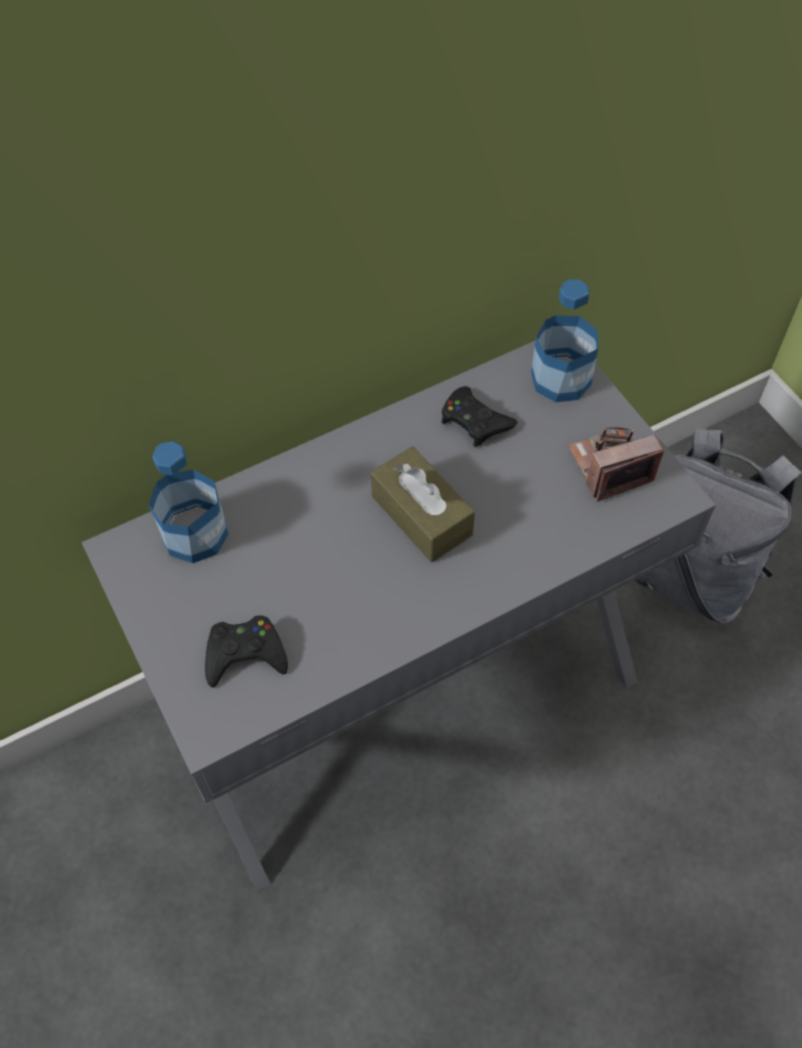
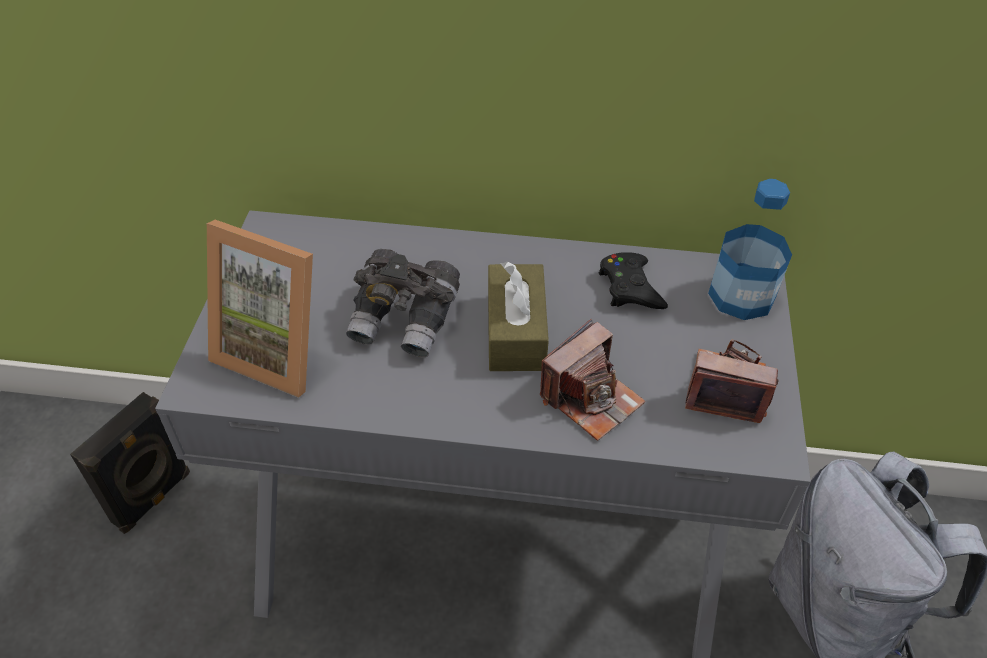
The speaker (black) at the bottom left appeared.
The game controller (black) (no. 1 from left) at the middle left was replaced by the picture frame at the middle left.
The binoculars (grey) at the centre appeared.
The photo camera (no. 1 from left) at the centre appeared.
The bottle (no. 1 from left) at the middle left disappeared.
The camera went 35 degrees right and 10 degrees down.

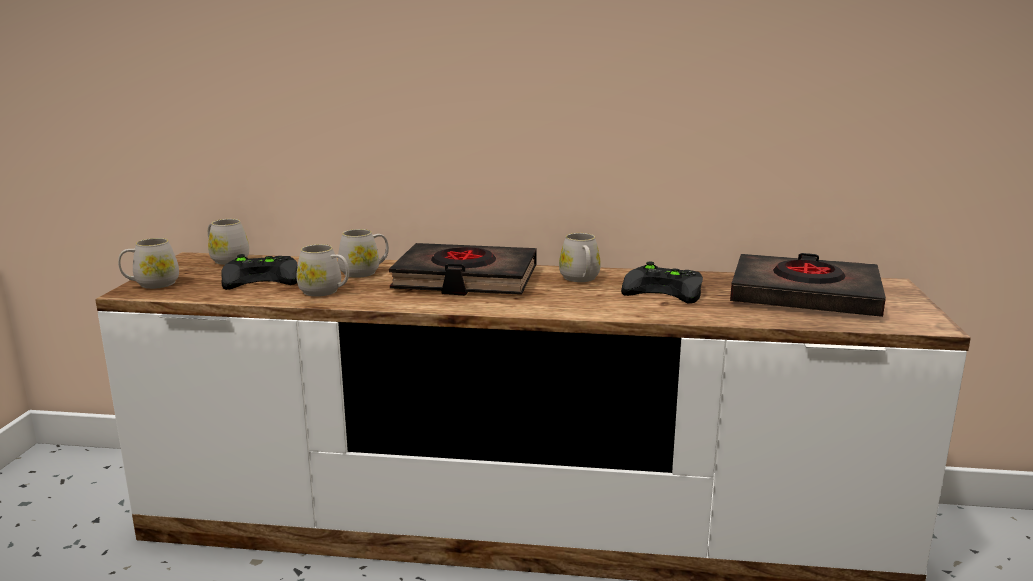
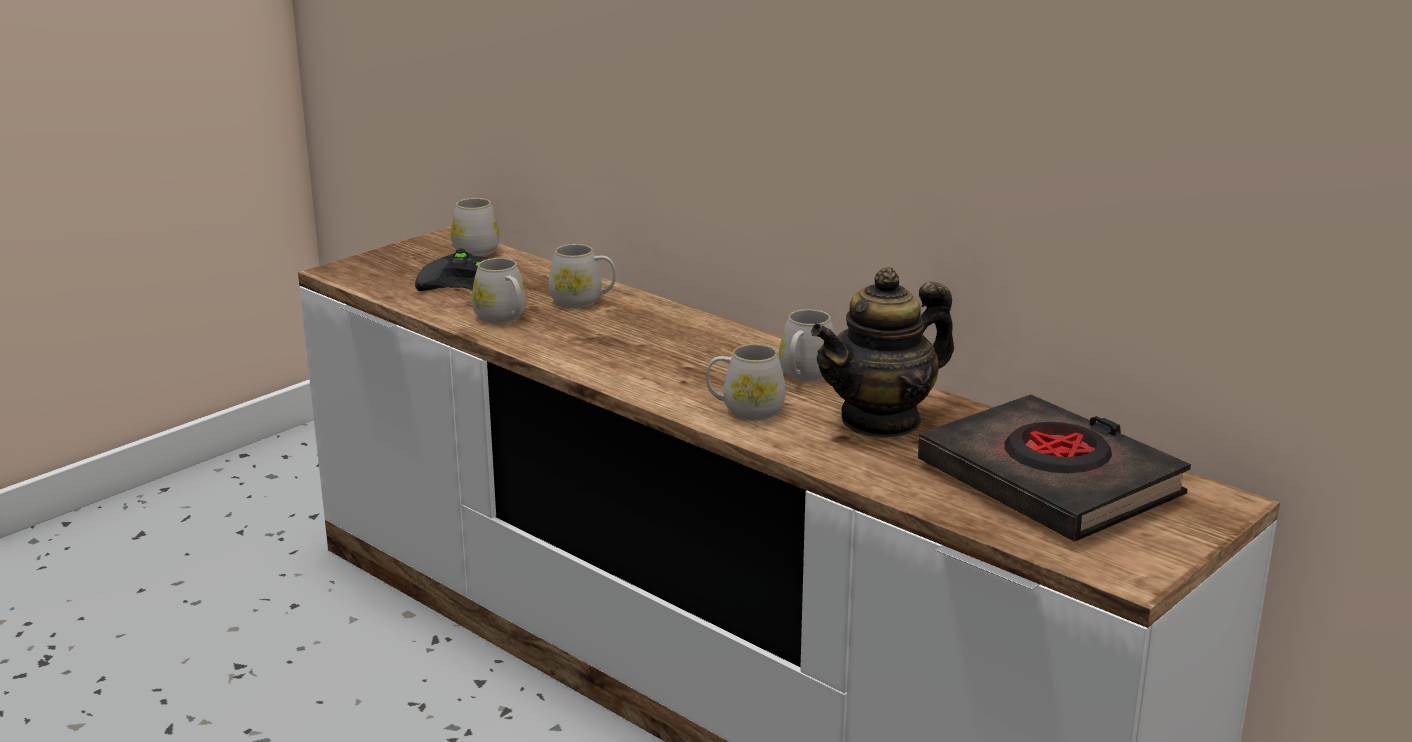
The mug (white) (no. 1 from left in the first image) moved from the middle left to the centre.
The game controller (black) (no. 2 from left) at the centre was replaced by the teapot at the centre.
The book (black) (no. 1 from left) at the centre disappeared.
The camera went 35 degrees right and 5 degrees up.

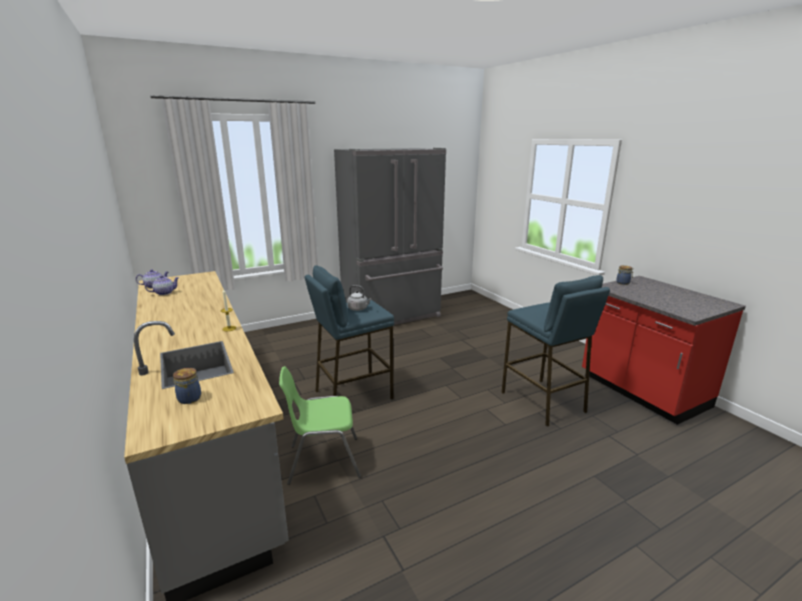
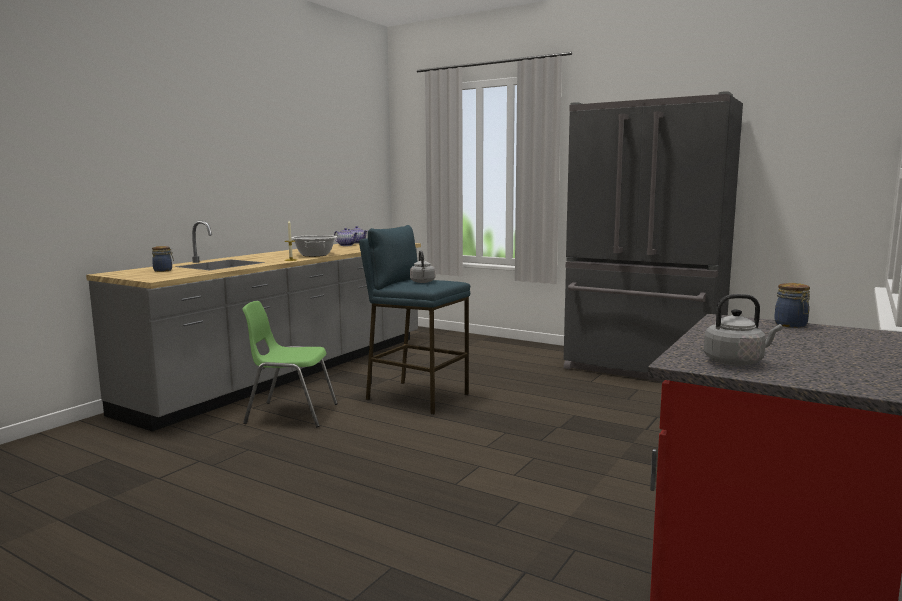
The chair (green) at the bottom centre turned 45 degrees counterclockwise.
The cooking pot at the centre appeared.
The kettle (grey) (no. 2 from left) at the middle right appeared.
The stool (blue) (no. 2 from left) at the middle right disappeared.
The camera went 60 degrees right and 10 degrees down.

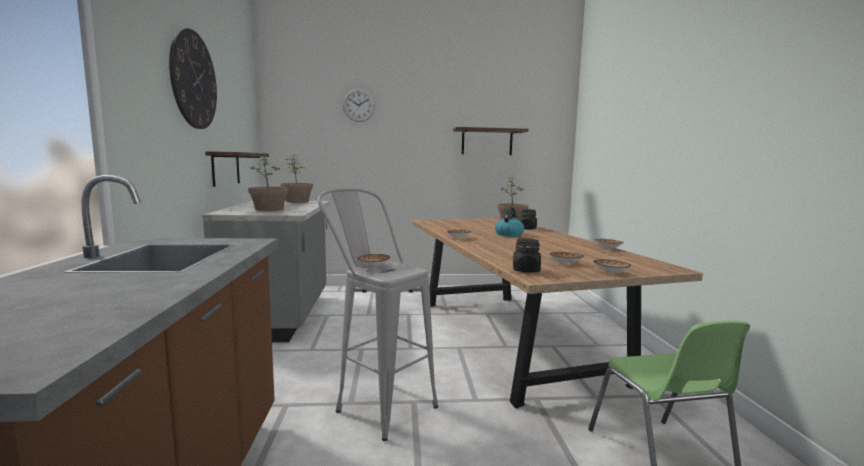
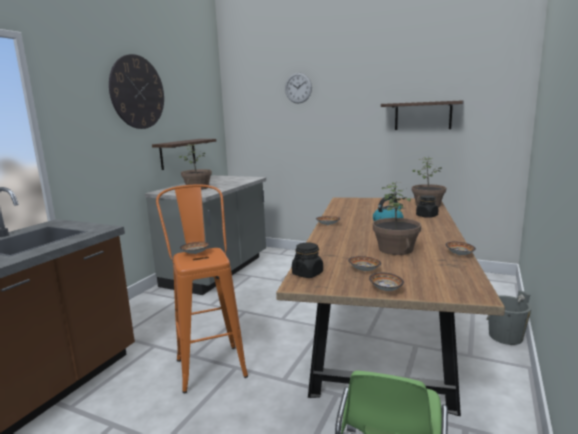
The stool (grey) at the bottom centre became the stool (orange) at the centre.
The potted plant (no. 2 from left) moved from the centre to the middle right.
The bucket (grey) at the bottom right appeared.
The camera went 30 degrees right and 5 degrees up.

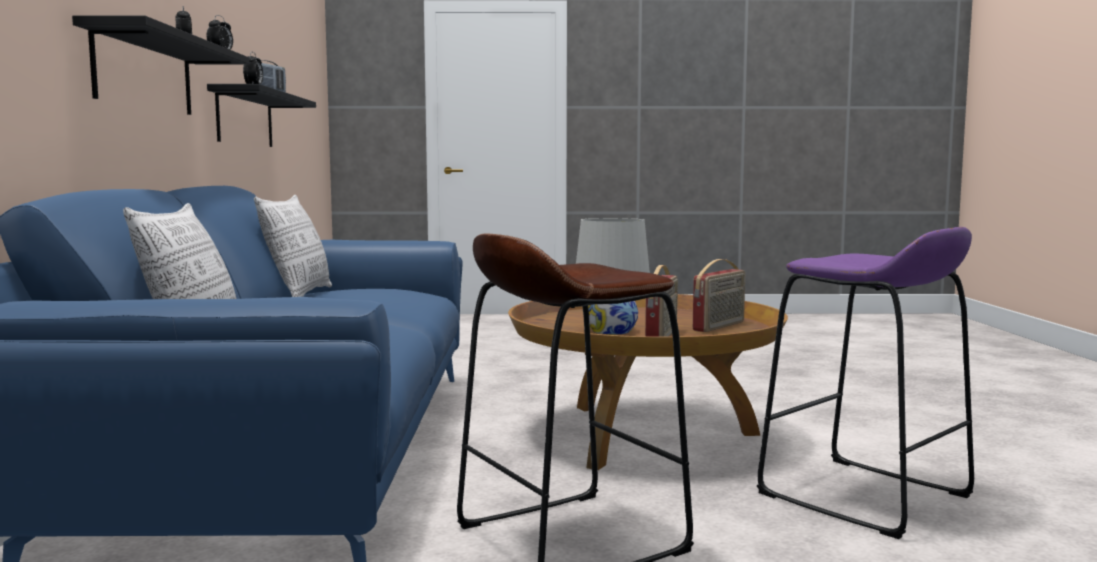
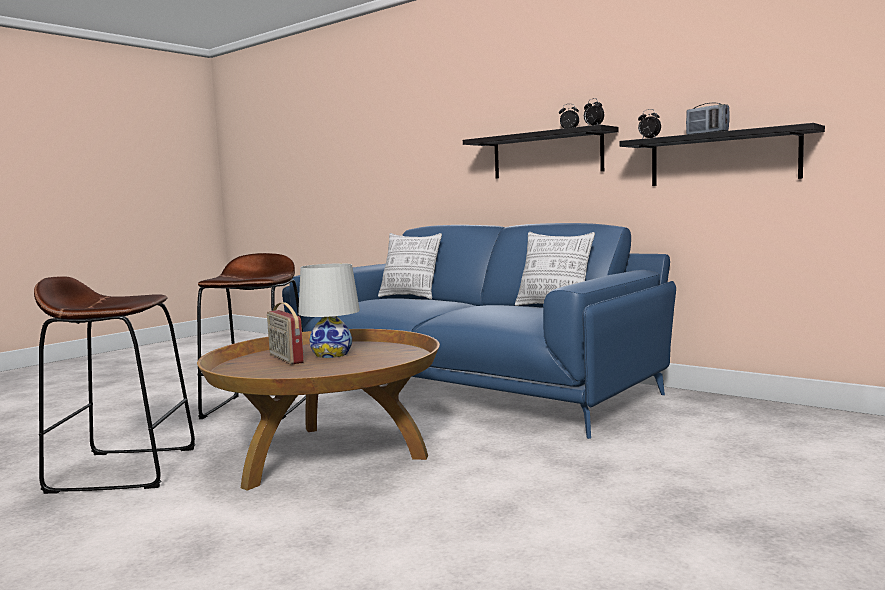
The stool (purple) at the bottom right became the stool (brown) (no. 1 from left) at the middle left.
The radio (no. 3 from left) at the centre disappeared.
The camera went 130 degrees right and 0 degrees up.

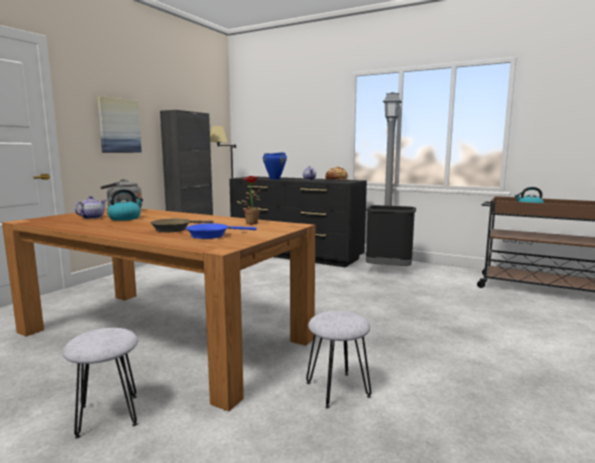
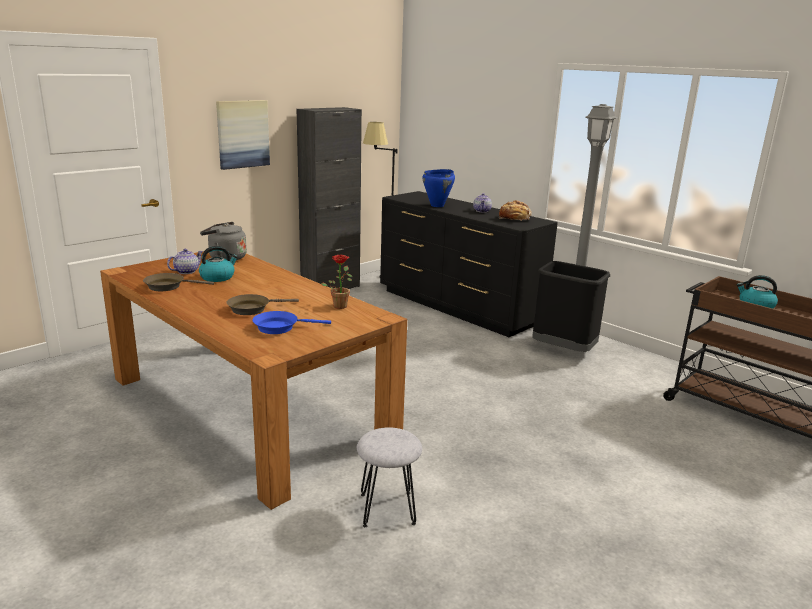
The frying pan (brown) (no. 1 from left) at the middle left appeared.
The stool (grey) (no. 1 from left) at the bottom left disappeared.
The camera went 15 degrees right and 10 degrees up.

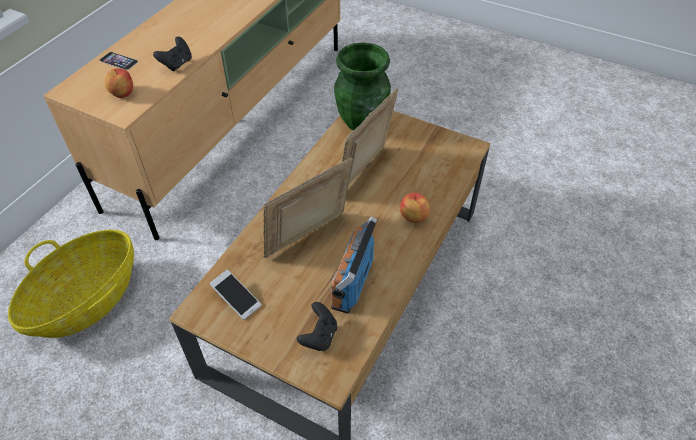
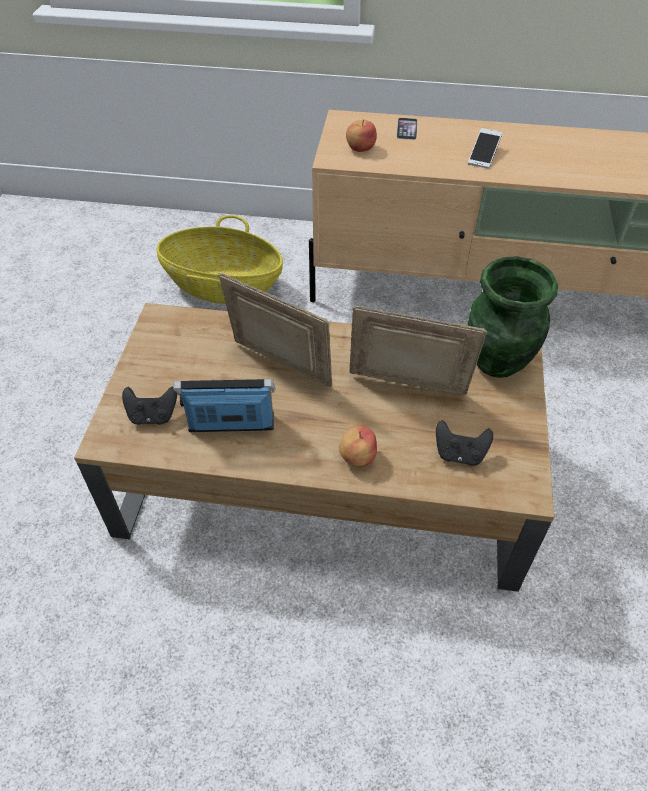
The game controller (black) (no. 1 from left in the first image) moved from the top left to the middle right.
The phone (no. 2 from left) moved from the bottom centre to the top right.
The camera went 70 degrees right and 0 degrees up.

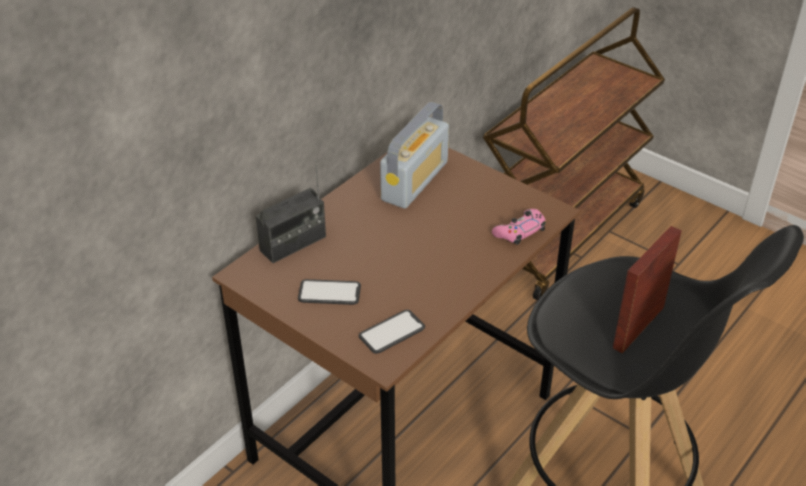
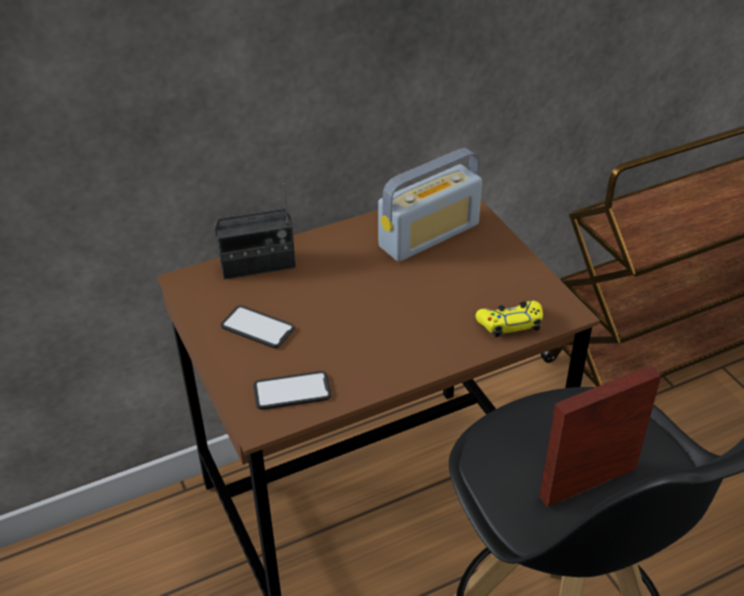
The game controller (pink) at the centre became the game controller (yellow) at the middle right.
The camera went 25 degrees right and 0 degrees up.

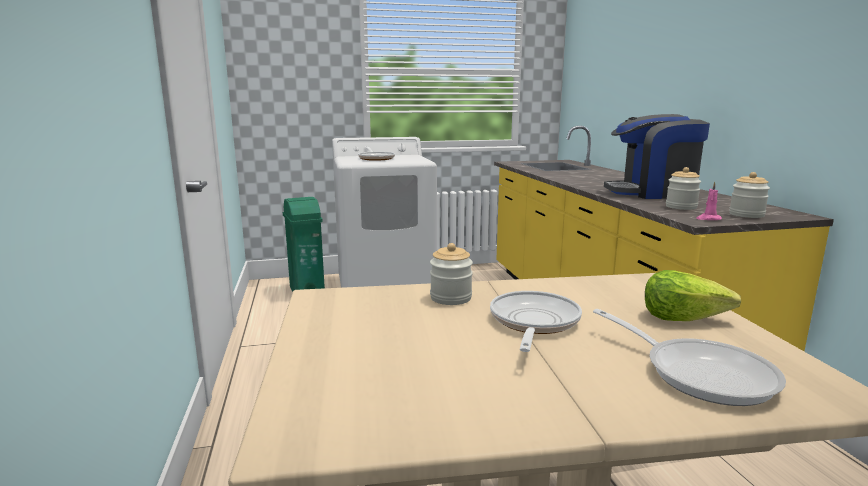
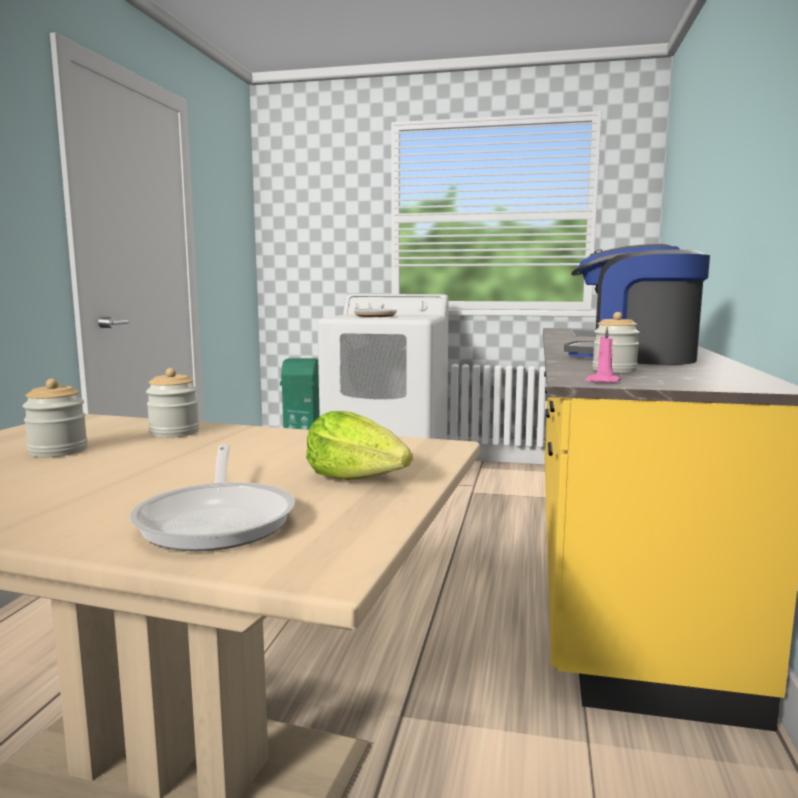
The jar (no. 3 from left in the first image) moved from the middle right to the middle left.
The frying pan (no. 2 from left) at the centre disappeared.
The camera went 25 degrees right and 5 degrees down.

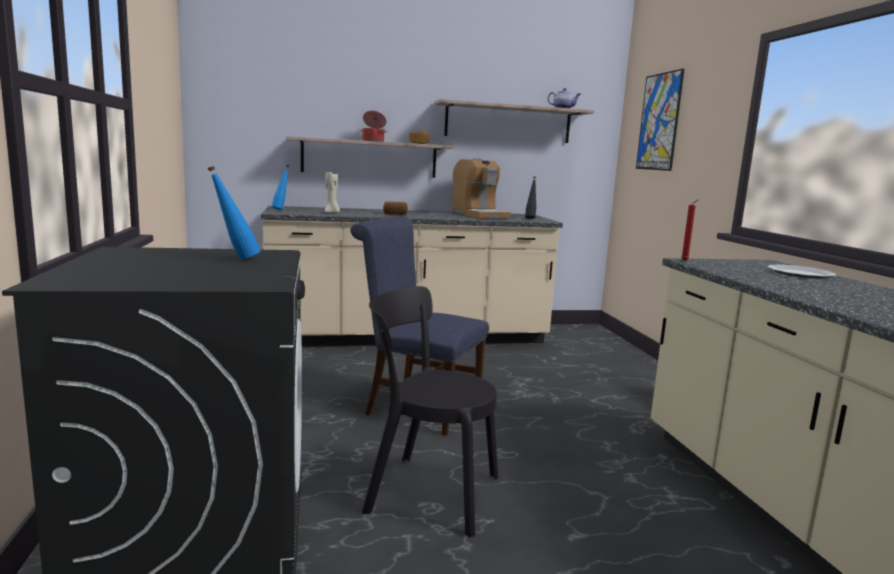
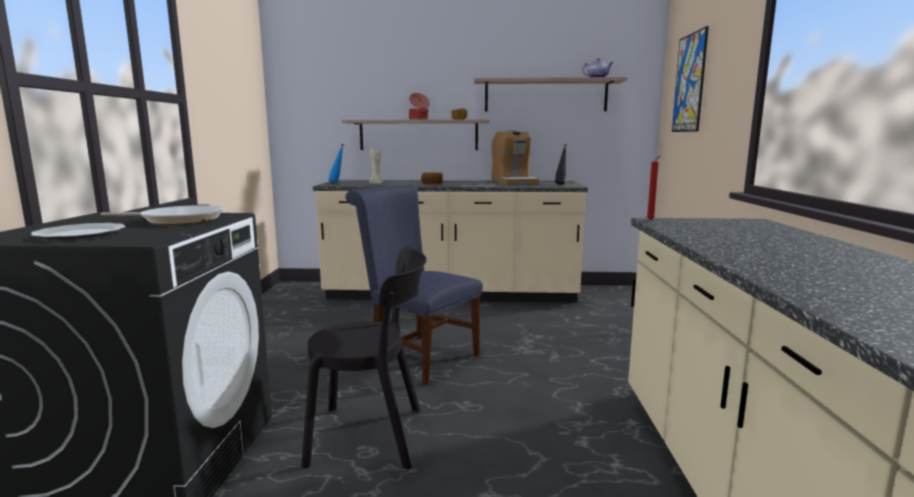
The plate moved from the middle right to the middle left.
The bottle (blue) (no. 1 from left) at the middle left was replaced by the frying pan at the middle left.
The chair (black) at the bottom centre turned 150 degrees clockwise.
The camera went 15 degrees right and 0 degrees up.

